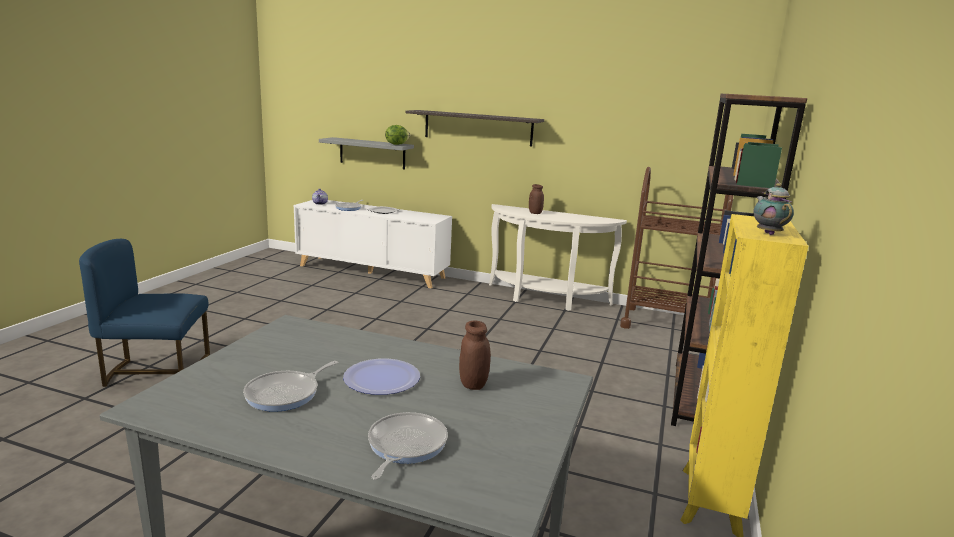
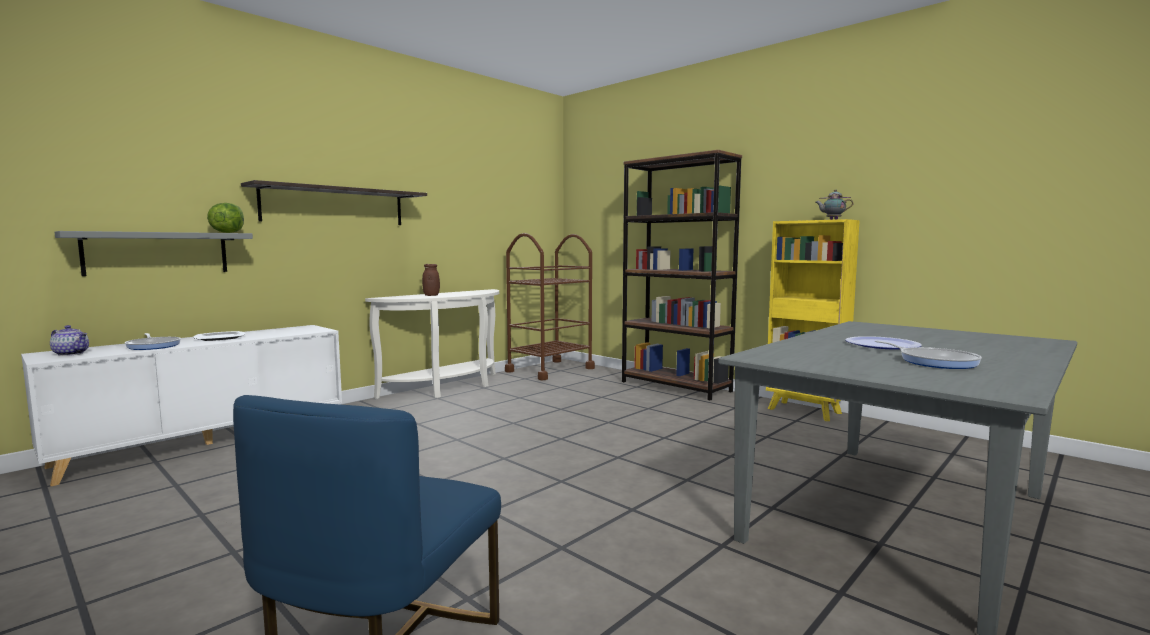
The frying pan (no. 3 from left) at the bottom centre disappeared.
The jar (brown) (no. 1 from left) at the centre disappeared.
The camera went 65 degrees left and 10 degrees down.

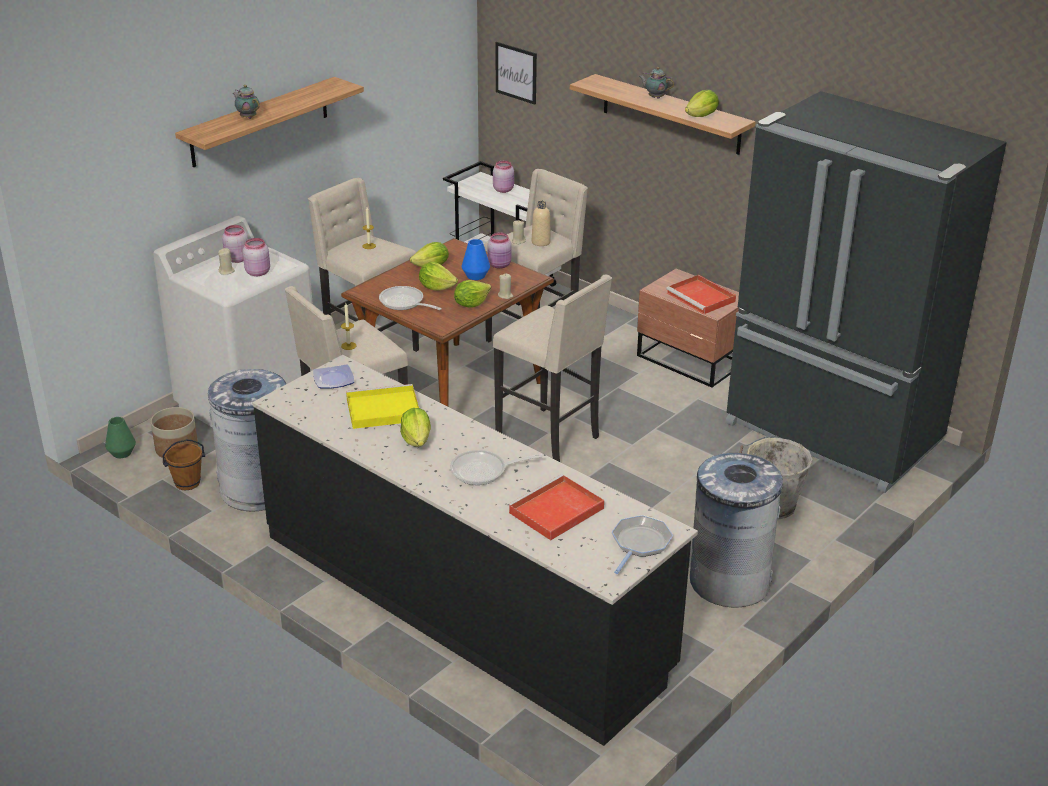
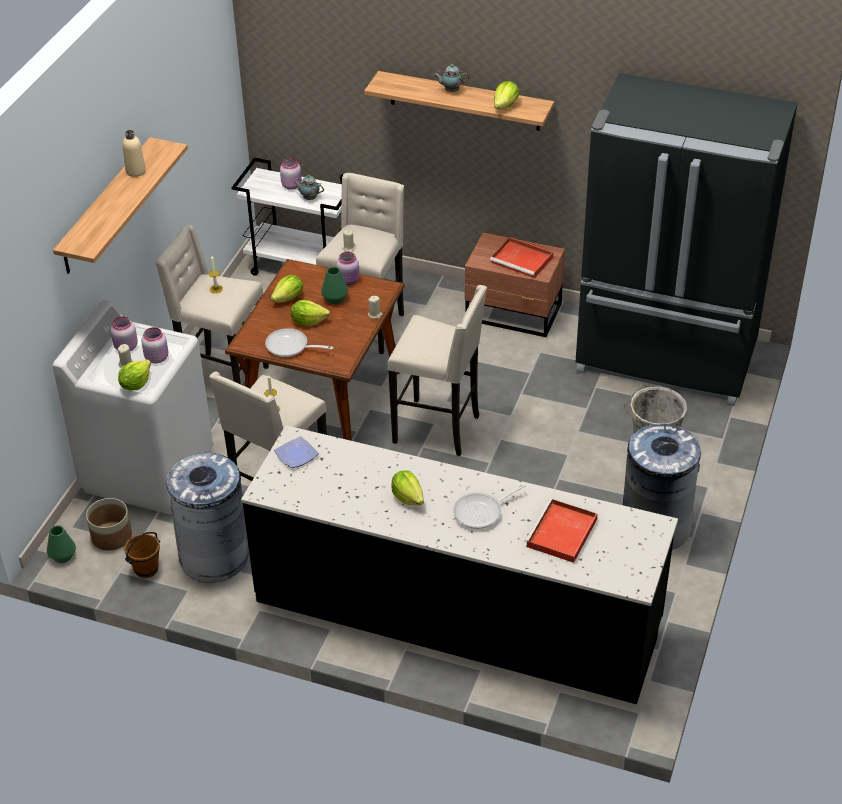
The lettuce (no. 4 from left in the first image) moved from the centre to the middle left.
The bottle (beige) moved from the top centre to the top left.
The teapot (no. 1 from left) moved from the top left to the top centre.
The vase (blue) at the top centre became the vase (green) (no. 2 from left) at the centre.
The tray (yellow) at the centre disappeared.
The picture at the top centre disappeared.
The frying pan (no. 3 from left) at the bottom centre disappeared.
The camera went 20 degrees left and 10 degrees up.

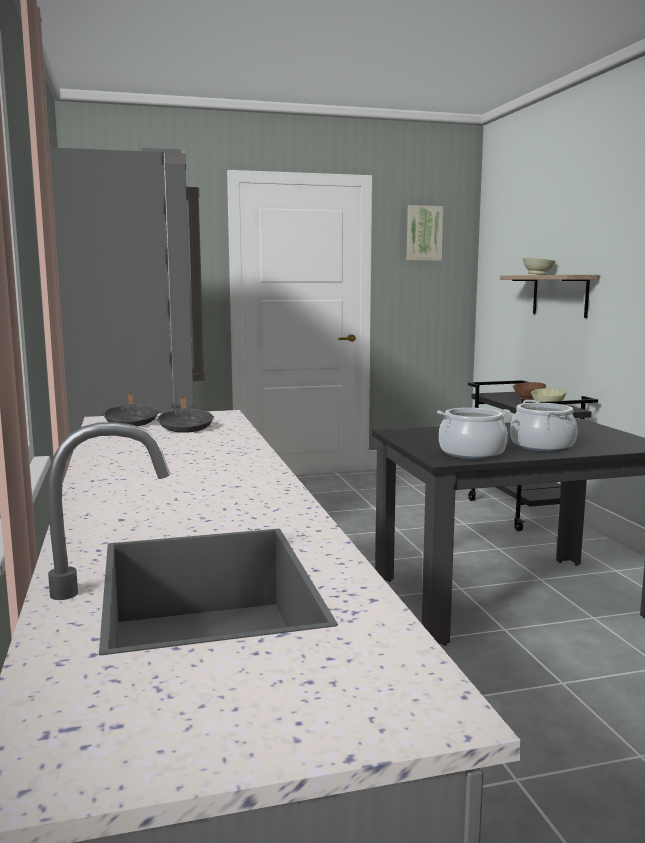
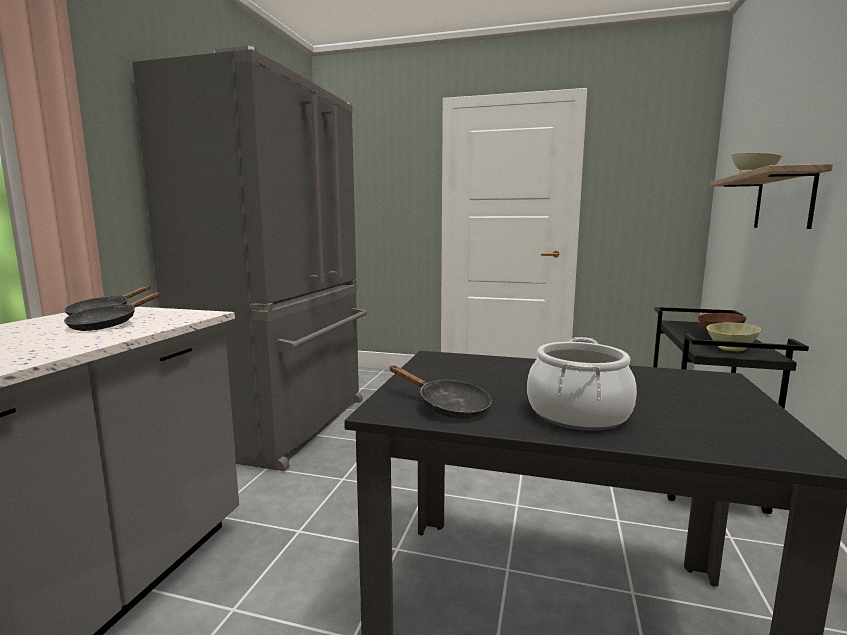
The cooking pot (no. 1 from left) at the middle right was replaced by the frying pan (black) (no. 3 from left) at the centre.
The picture at the top centre disappeared.
The camera went 30 degrees right and 0 degrees up.

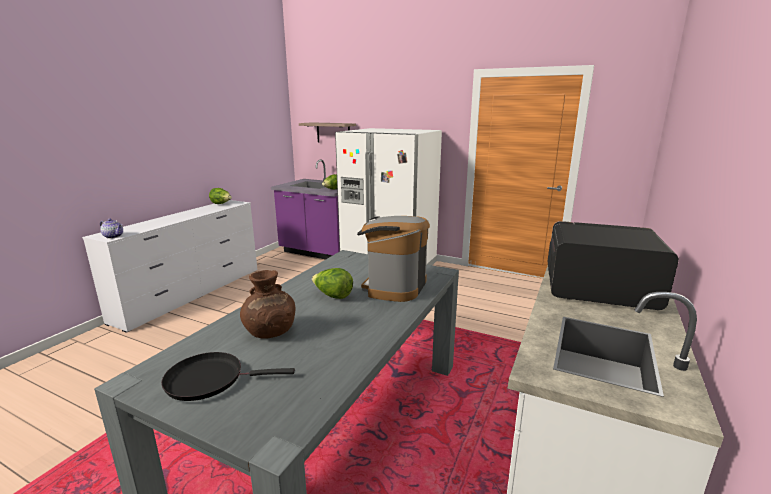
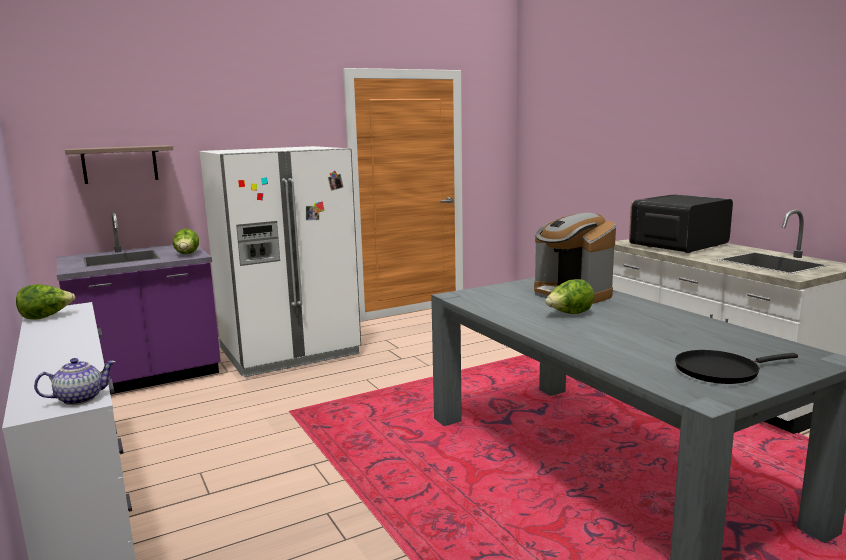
The frying pan (black) at the bottom left turned 45 degrees clockwise.
The vase (brown) at the centre disappeared.
The camera went 55 degrees left and 5 degrees down.

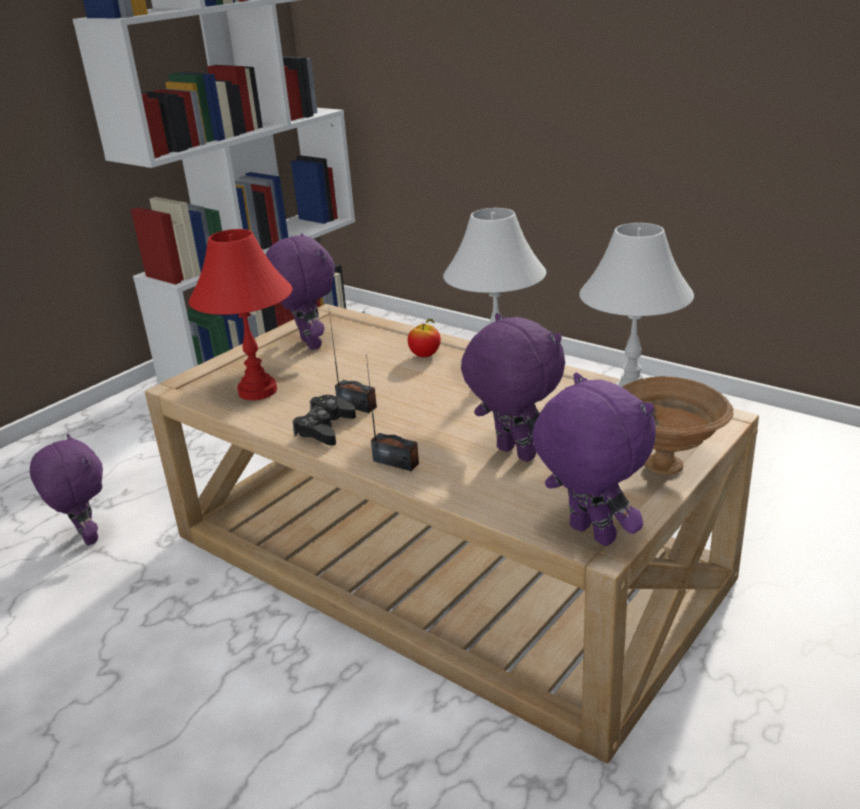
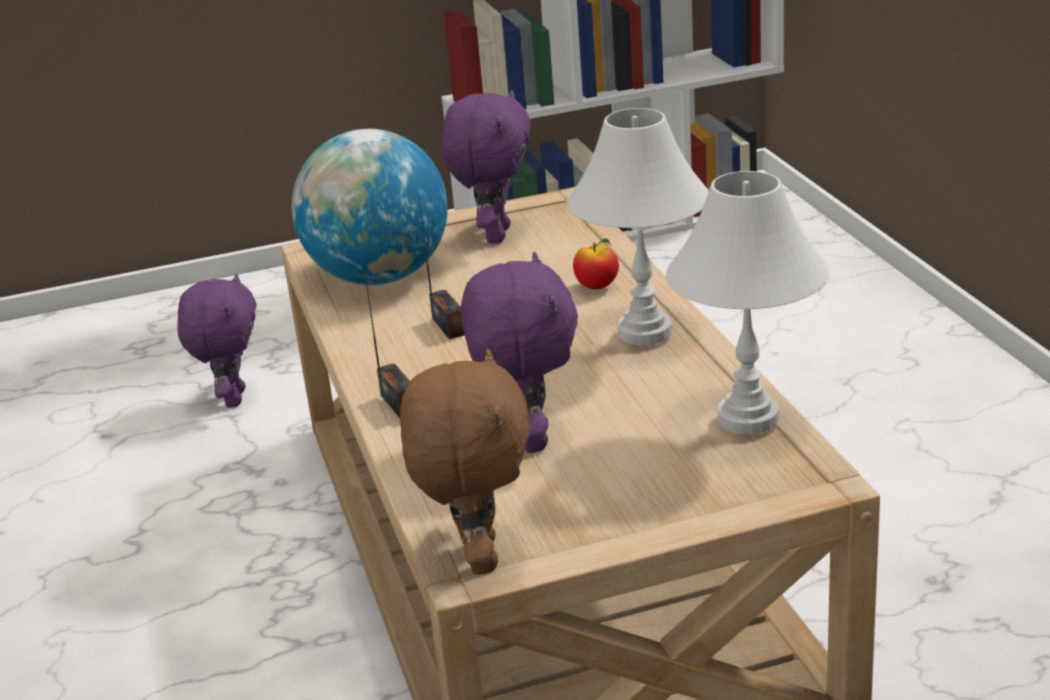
The table lamp (red) at the middle left was replaced by the globe at the top centre.
The plush toy (purple) (no. 4 from left) at the middle right became the plush toy (brown) at the centre.
The game controller (black) at the centre disappeared.
The bowl (brown) at the middle right disappeared.
The camera went 35 degrees right and 0 degrees up.

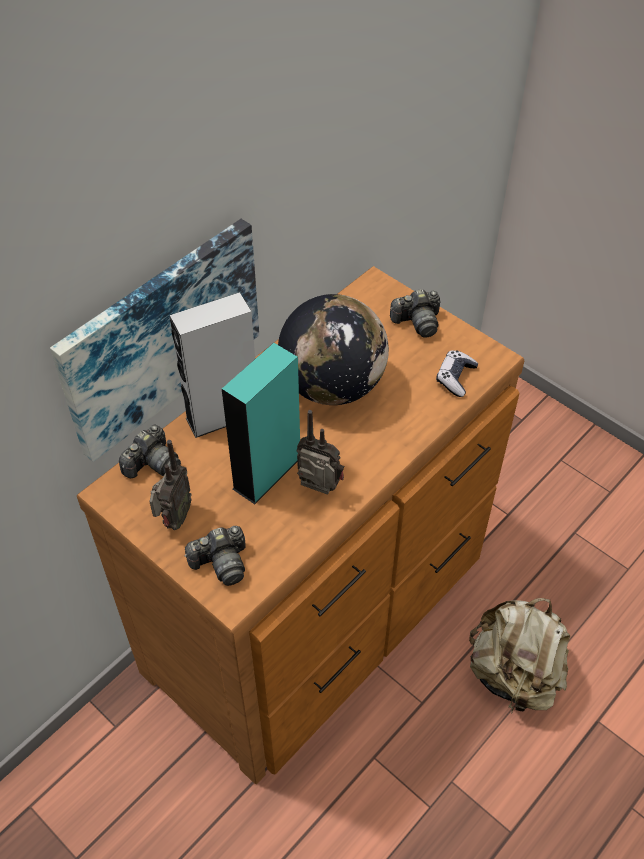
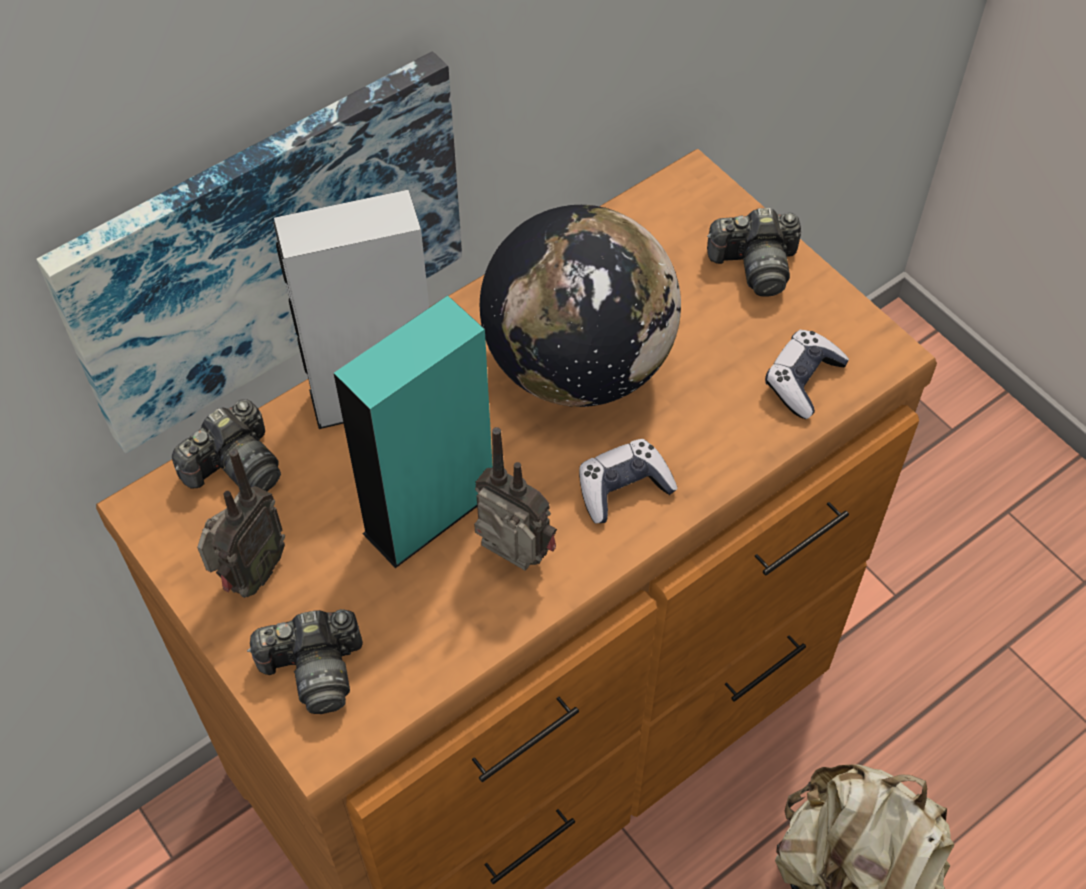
The game controller (no. 1 from left) at the centre appeared.
The camera went 10 degrees right and 5 degrees up.

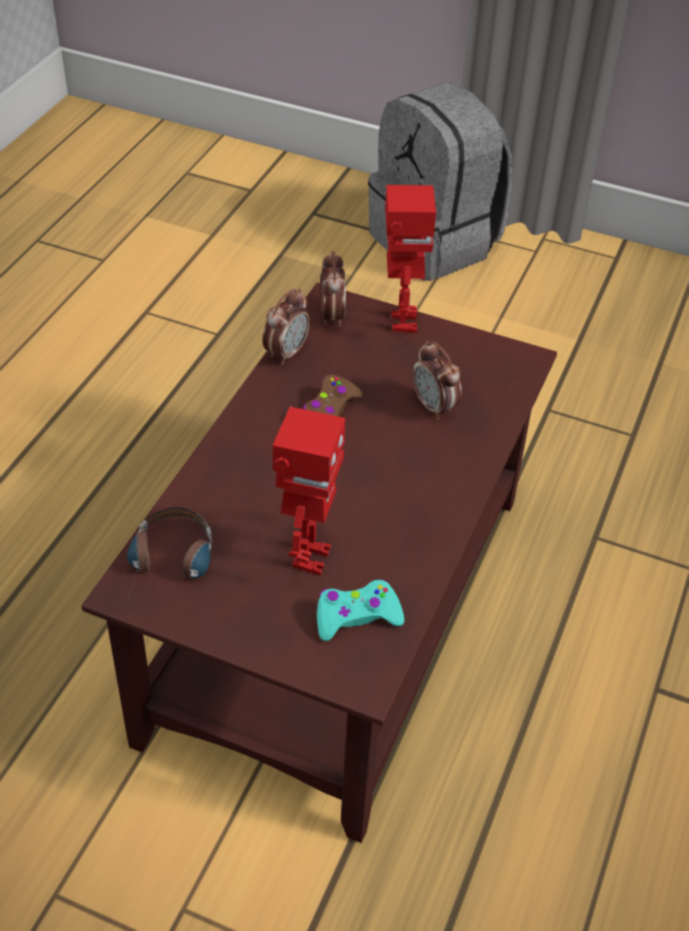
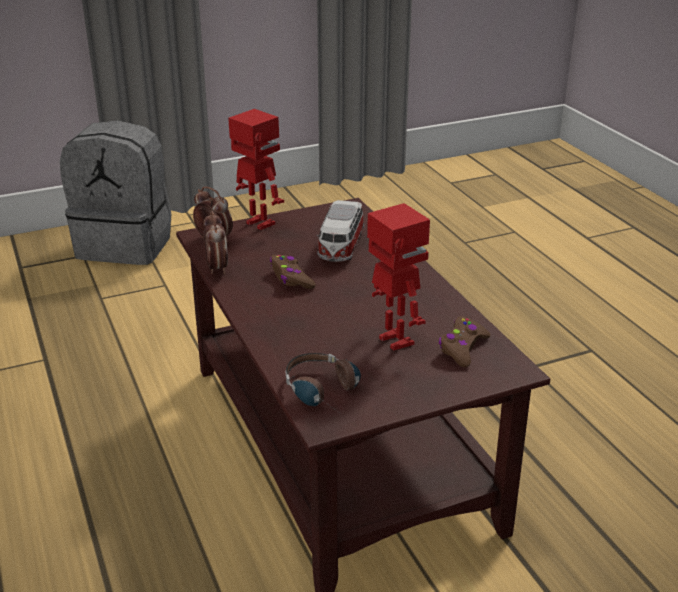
The alarm clock (no. 3 from left) at the centre was replaced by the toy car at the centre.
The game controller (turquoise) at the centre became the game controller (brown) (no. 2 from left) at the middle right.
The camera went 45 degrees left and 15 degrees down.

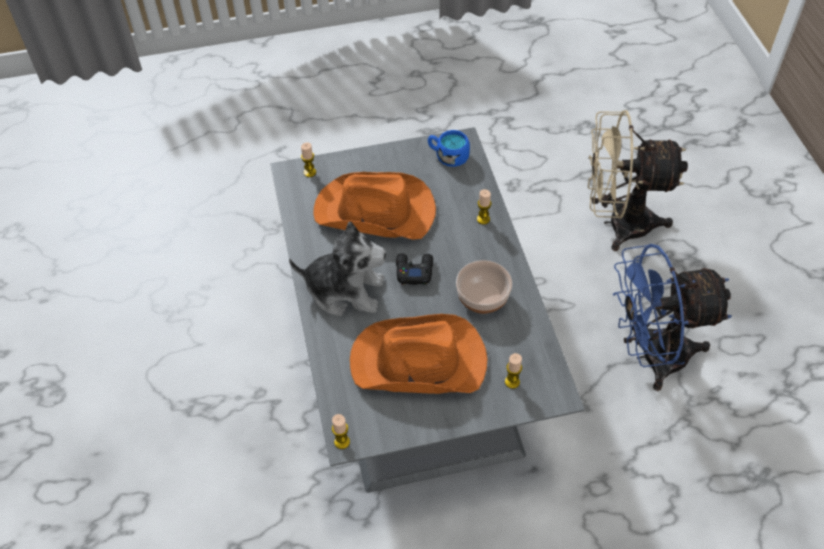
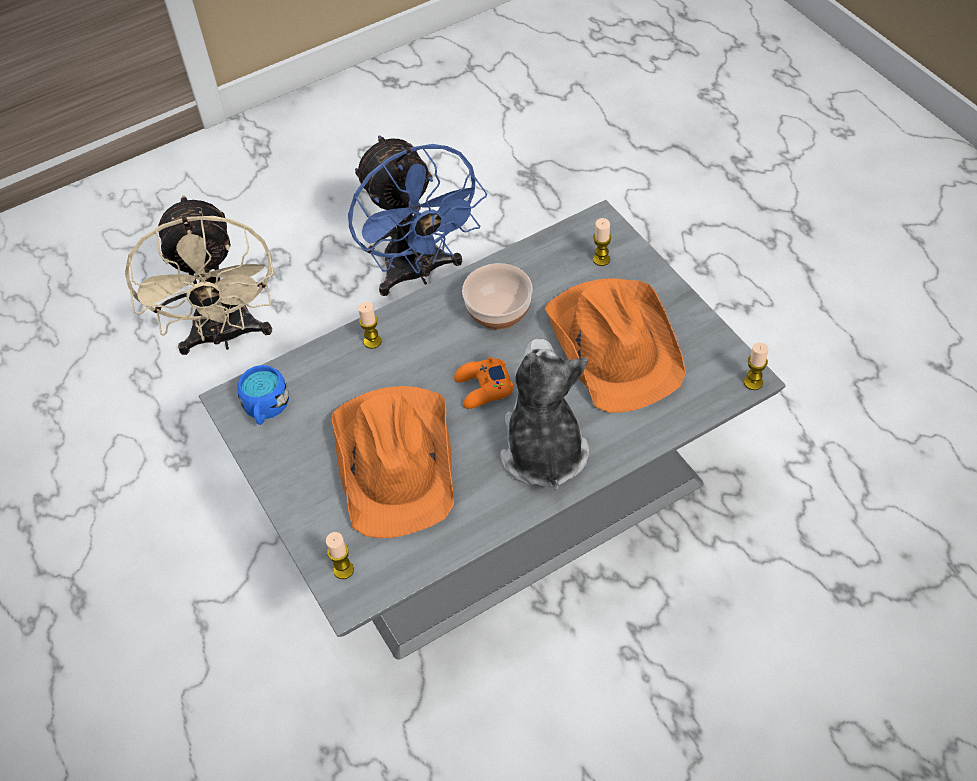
The game controller (black) at the centre became the game controller (orange) at the centre.
The camera went 105 degrees left and 0 degrees up.

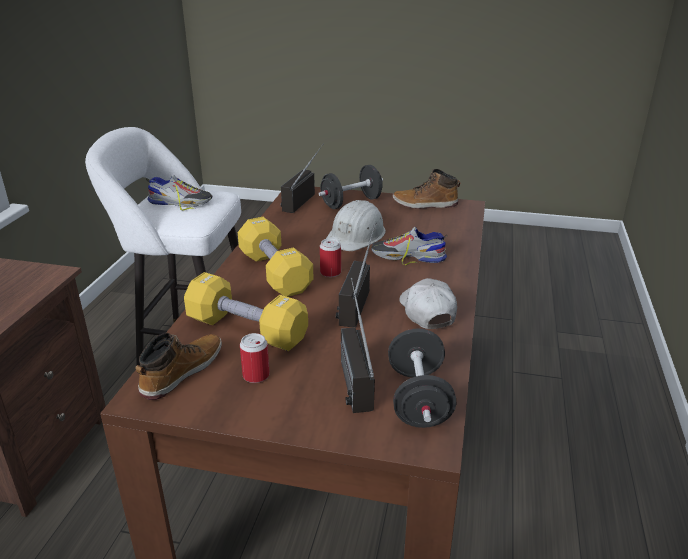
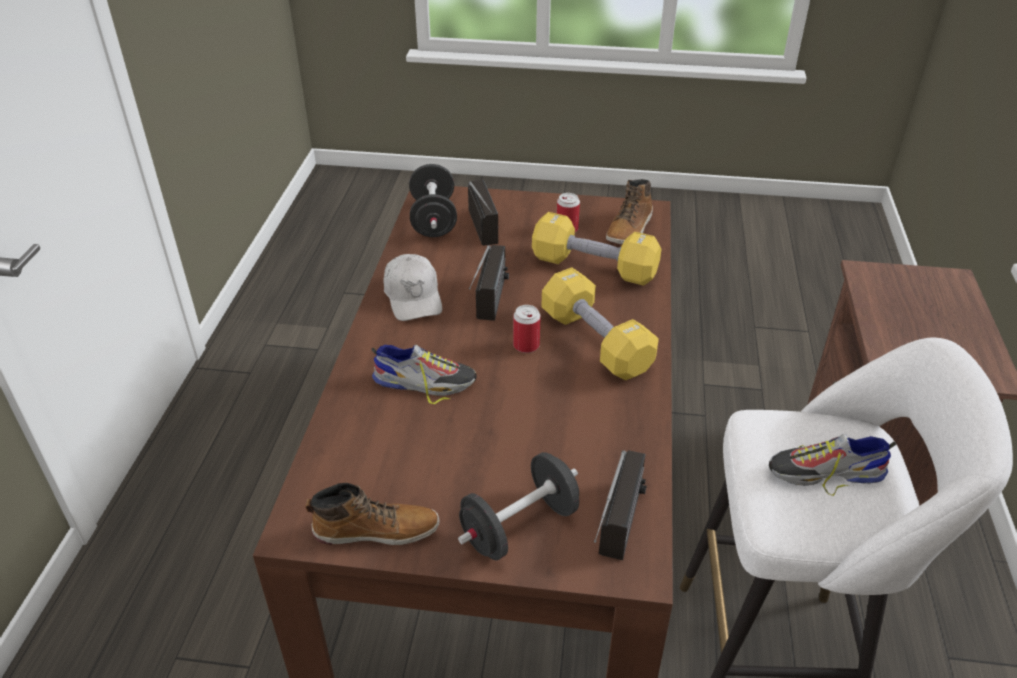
The hard hat (white) at the centre disappeared.
The camera went 175 degrees right and 10 degrees up.

